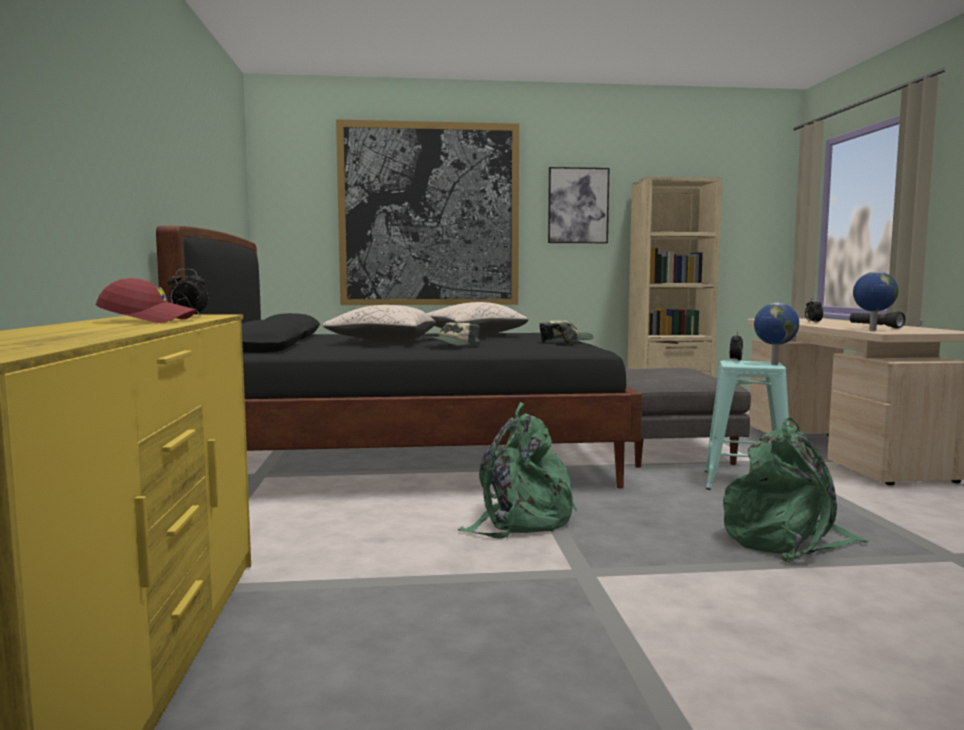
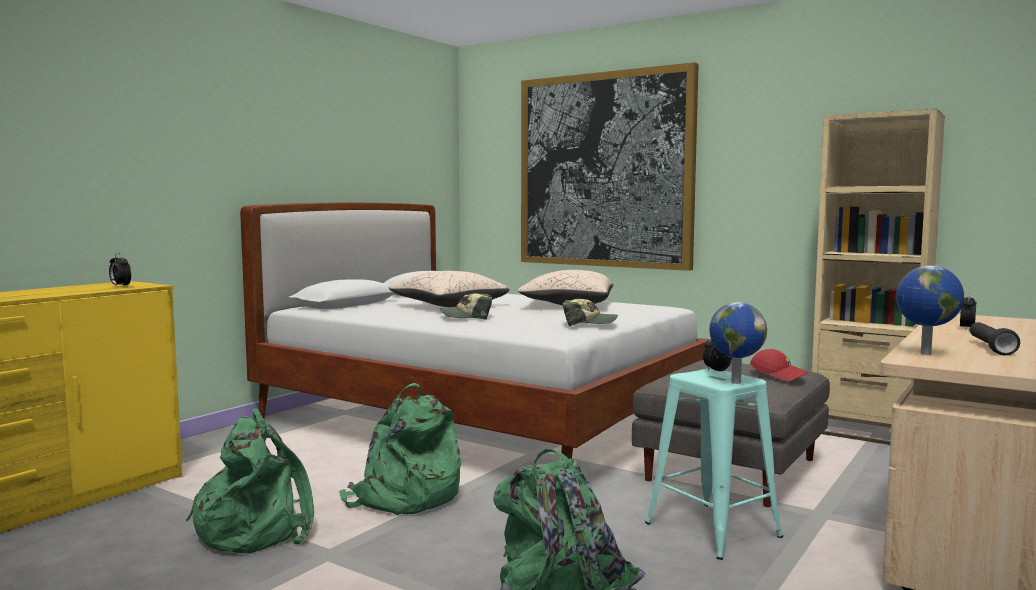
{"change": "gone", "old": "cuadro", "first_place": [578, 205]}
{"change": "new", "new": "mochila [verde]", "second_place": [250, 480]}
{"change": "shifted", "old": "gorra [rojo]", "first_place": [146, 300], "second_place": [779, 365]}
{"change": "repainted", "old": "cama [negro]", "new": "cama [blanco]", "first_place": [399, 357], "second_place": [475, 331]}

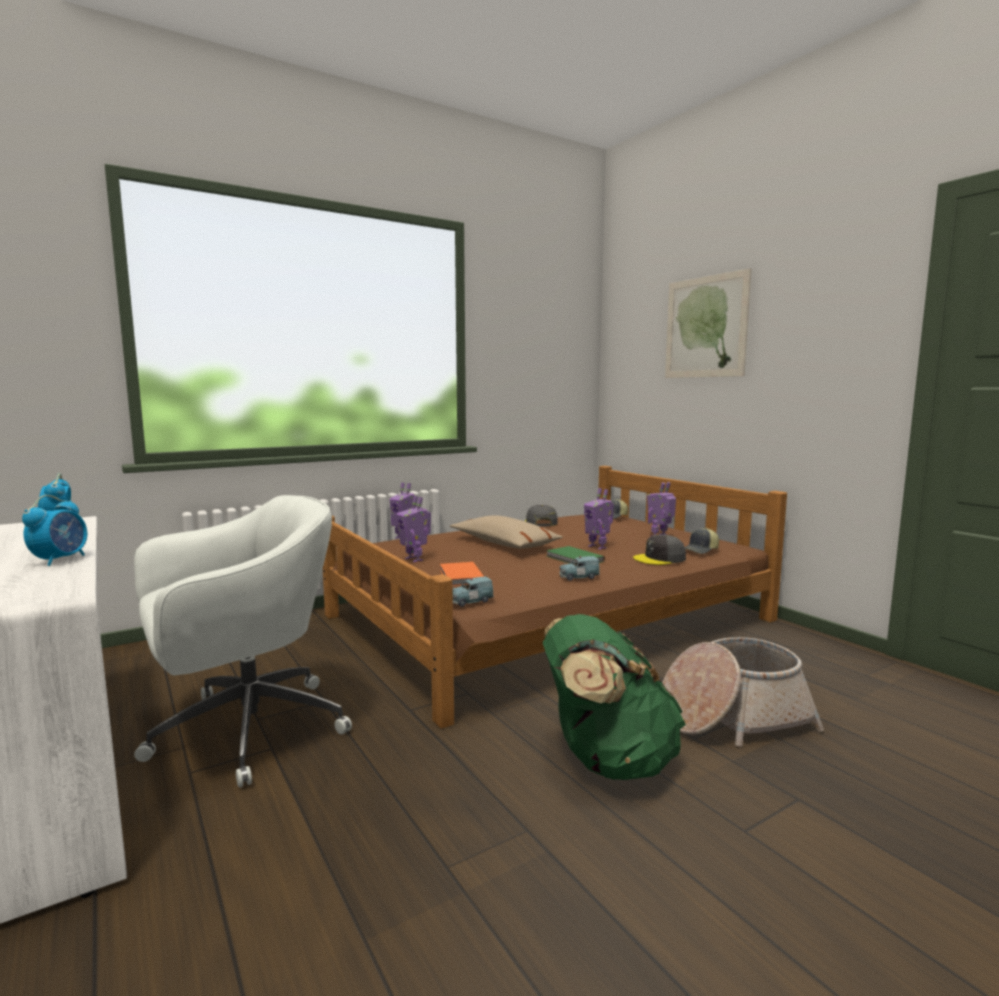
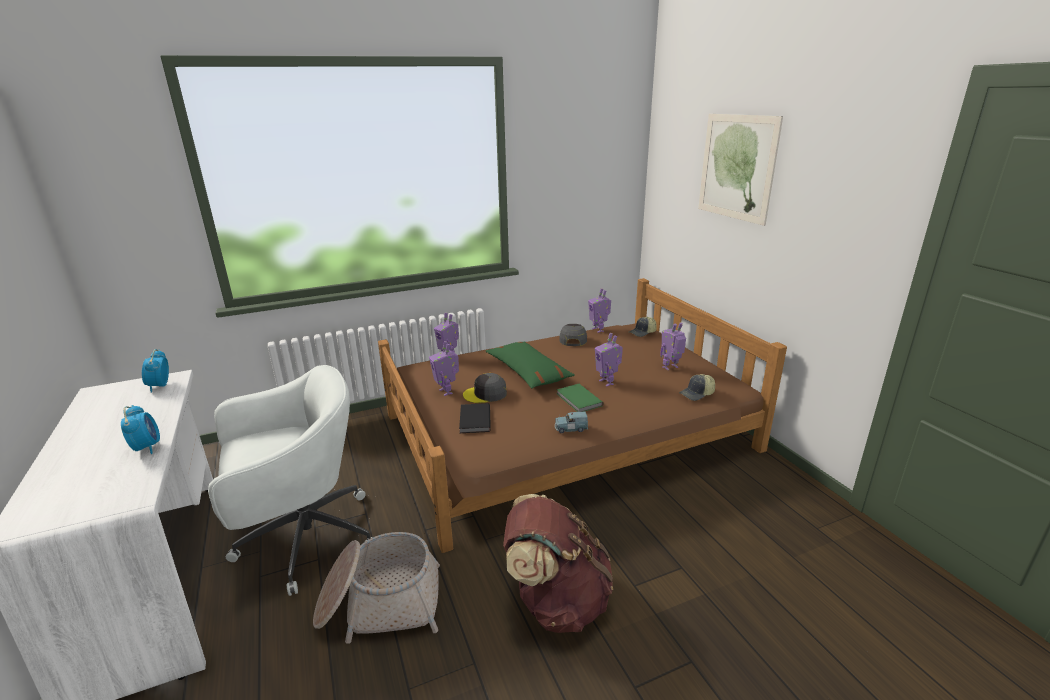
{"change": "gone", "old": "coche de juguete [azul]", "first_place": [473, 591]}
{"change": "new", "new": "robot de juguete", "second_place": [599, 310]}
{"change": "shifted", "old": "gorra [gris]", "first_place": [659, 550], "second_place": [485, 388]}
{"change": "shifted", "old": "cesta", "first_place": [743, 692], "second_place": [376, 588]}
{"change": "repainted", "old": "libro [naranja]", "new": "libro [negro]", "first_place": [462, 574], "second_place": [475, 418]}
{"change": "repainted", "old": "cojín [beis]", "new": "cojín [verde]", "first_place": [506, 531], "second_place": [530, 365]}
{"change": "repainted", "old": "mochila [verde]", "new": "mochila [marrón]", "first_place": [614, 697], "second_place": [558, 563]}
{"change": "rotated", "old": "despertador", "first_place": [54, 530], "second_place": [140, 429], "degrees": -45}

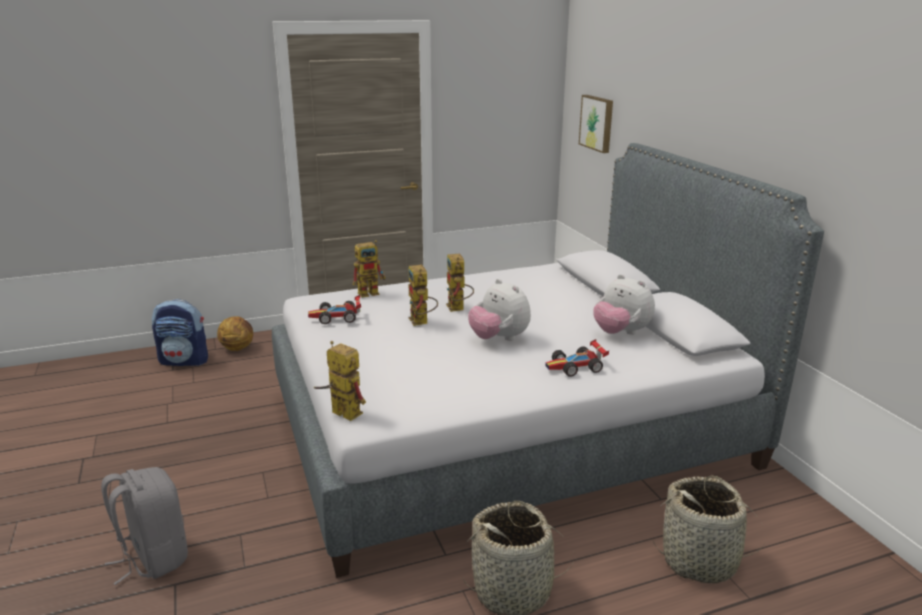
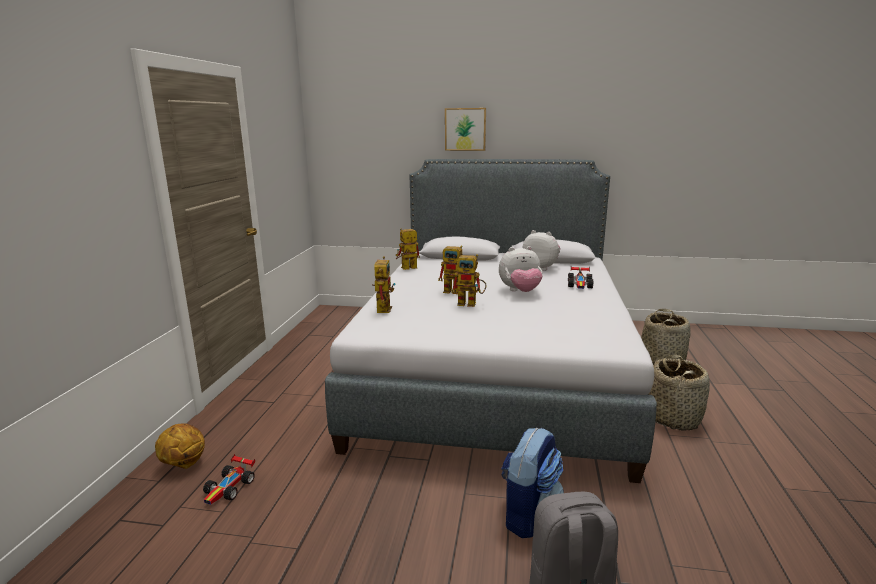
{"change": "shifted", "old": "mochila", "first_place": [180, 332], "second_place": [532, 482]}
{"change": "shifted", "old": "coche de juguete", "first_place": [334, 309], "second_place": [229, 479]}
{"change": "shifted", "old": "robot de juguete", "first_place": [340, 381], "second_place": [408, 249]}
{"change": "shifted", "old": "cuadro", "first_place": [596, 124], "second_place": [465, 129]}
{"change": "rotated", "old": "peluche", "first_place": [624, 304], "second_place": [542, 250], "degrees": -135}

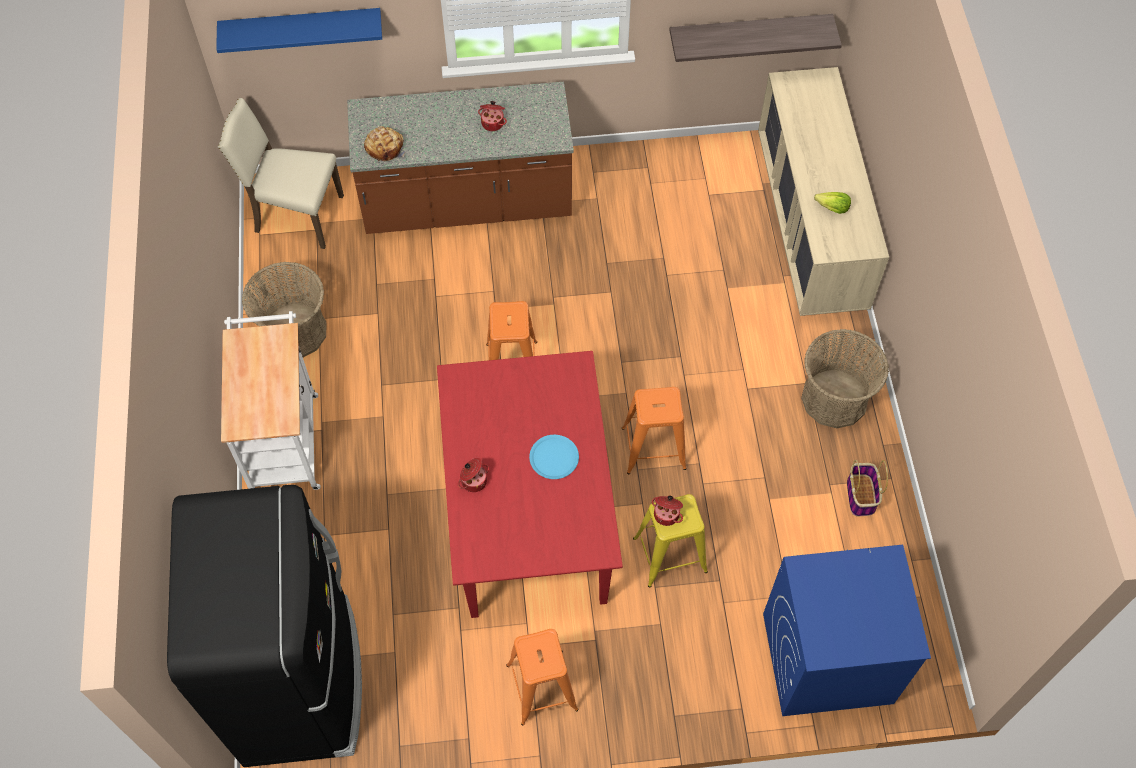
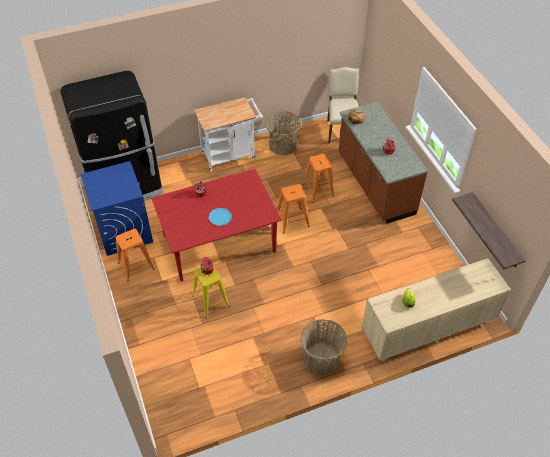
{"change": "gone", "old": "estante [azul]", "first_place": [299, 30]}
{"change": "gone", "old": "cesta", "first_place": [867, 488]}
{"change": "shifted", "old": "taburete [naranja]", "first_place": [654, 430], "second_place": [318, 178]}
{"change": "shifted", "old": "lavadora [azul]", "first_place": [847, 630], "second_place": [116, 208]}

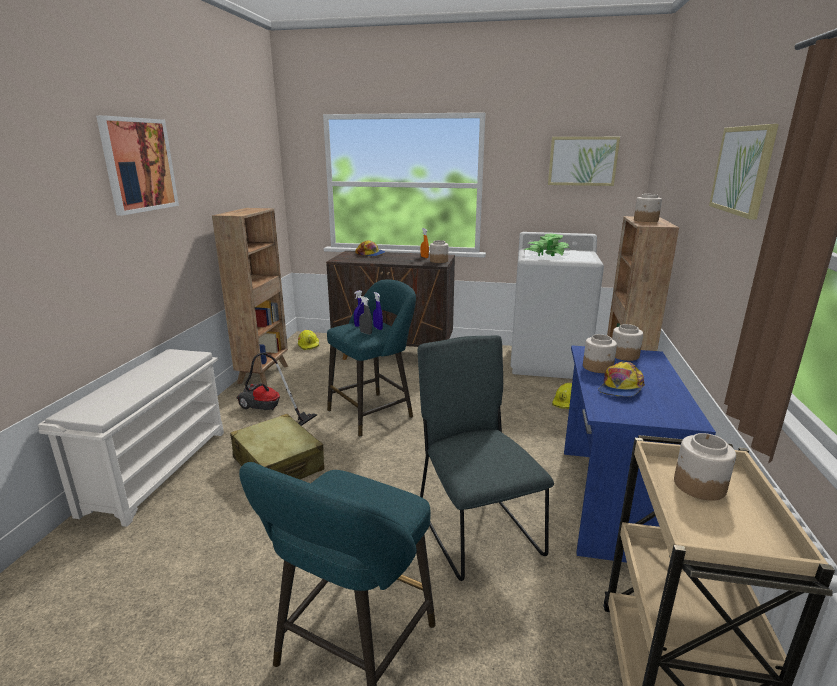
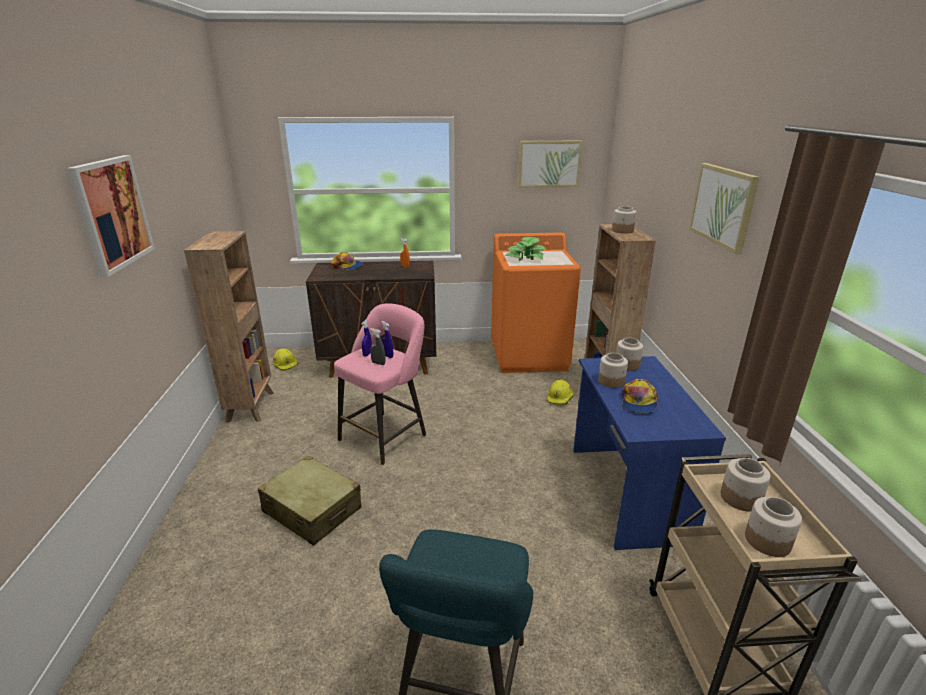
{"change": "gone", "old": "zapatero [blanco]", "first_place": [131, 438]}
{"change": "gone", "old": "aspiradora", "first_place": [277, 389]}
{"change": "gone", "old": "silla [gris]", "first_place": [485, 458]}
{"change": "shifted", "old": "tarro", "first_place": [439, 251], "second_place": [773, 527]}
{"change": "repainted", "old": "taburete [turquesa]", "new": "taburete [rosa]", "first_place": [371, 358], "second_place": [380, 384]}
{"change": "repainted", "old": "lavadora [blanco]", "new": "lavadora [naranja]", "first_place": [557, 305], "second_place": [536, 302]}

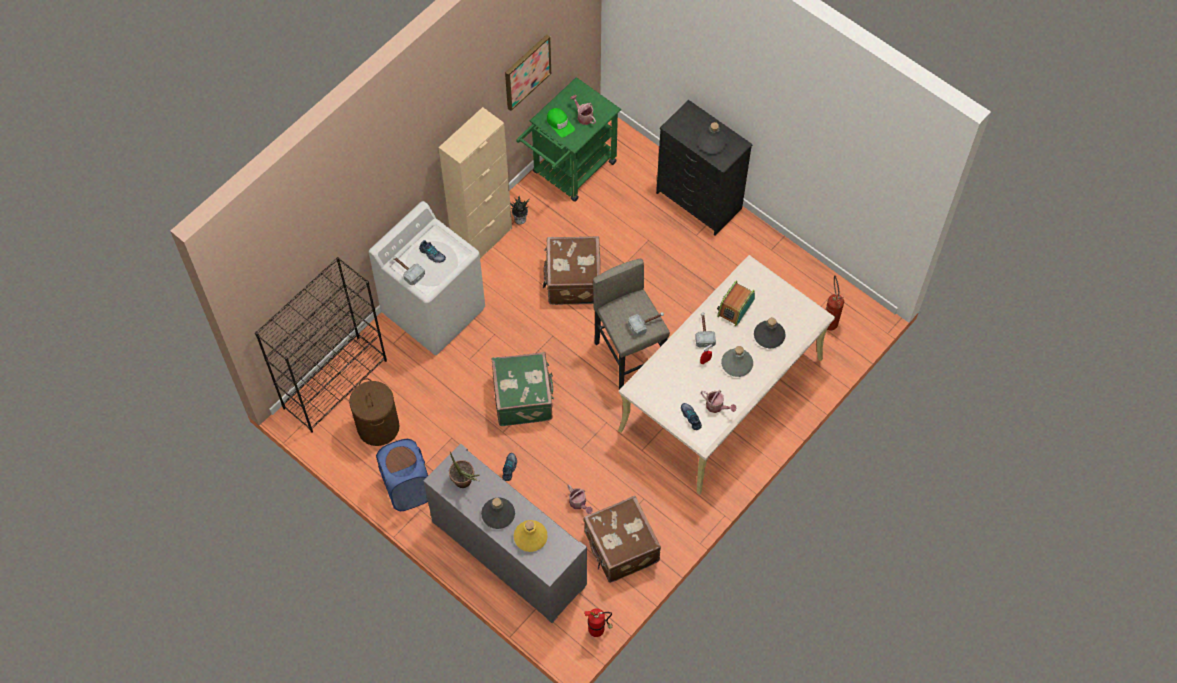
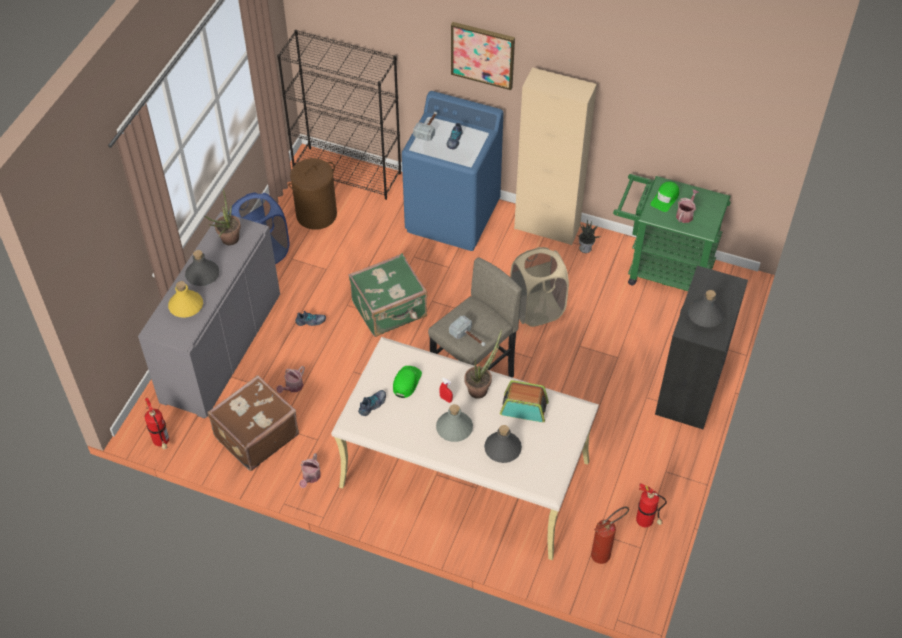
{"change": "new", "new": "gorra [verde]", "second_place": [407, 382]}
{"change": "new", "new": "extintor", "second_place": [651, 505]}
{"change": "shifted", "old": "cuadro", "first_place": [528, 72], "second_place": [483, 56]}
{"change": "shifted", "old": "regadera", "first_place": [718, 401], "second_place": [310, 470]}
{"change": "swapped", "old": "maleta [marrón]", "new": "cesto de la ropa [beis]", "first_place": [571, 270], "second_place": [539, 287]}
{"change": "swapped", "old": "martillo", "new": "planta en maceta", "first_place": [705, 329], "second_place": [483, 364]}
{"change": "repainted", "old": "lavadora [blanco]", "new": "lavadora [azul]", "first_place": [427, 278], "second_place": [452, 171]}

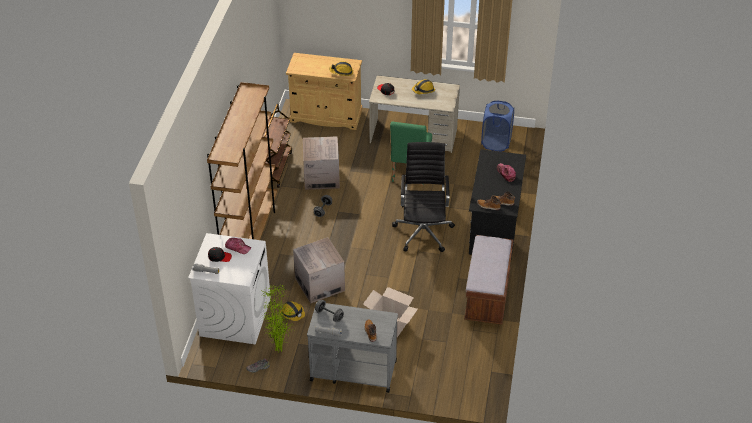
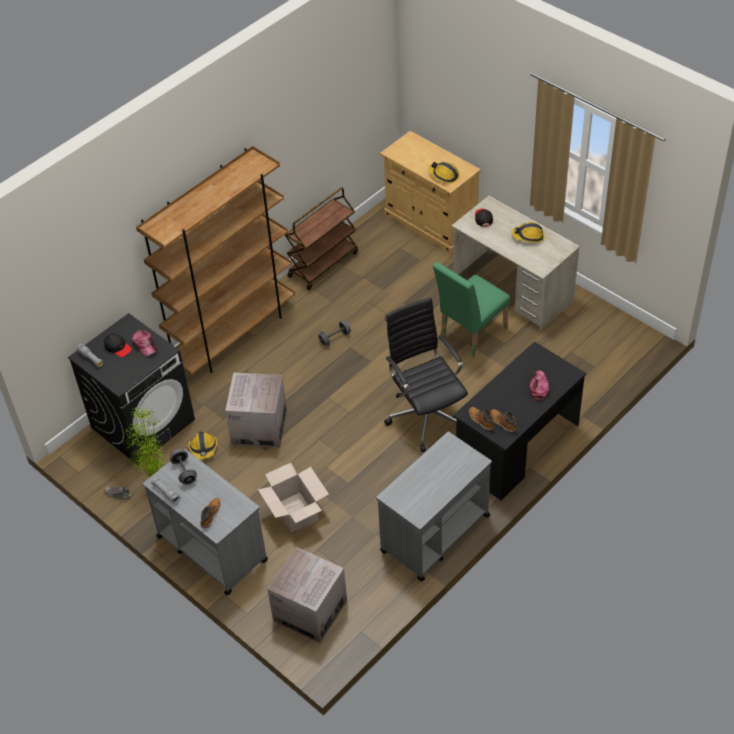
{"change": "gone", "old": "cesto de la ropa [azul]", "first_place": [497, 125]}
{"change": "shifted", "old": "caja de cartón", "first_place": [321, 163], "second_place": [307, 595]}
{"change": "swapped", "old": "banco [marrón]", "new": "carrito [gris]", "first_place": [489, 280], "second_place": [434, 506]}
{"change": "repainted", "old": "lavadora [blanco]", "new": "lavadora [negro]", "first_place": [229, 288], "second_place": [131, 389]}
{"change": "rotated", "old": "silla de oficina [negro]", "first_place": [423, 197], "second_place": [426, 374], "degrees": -60}

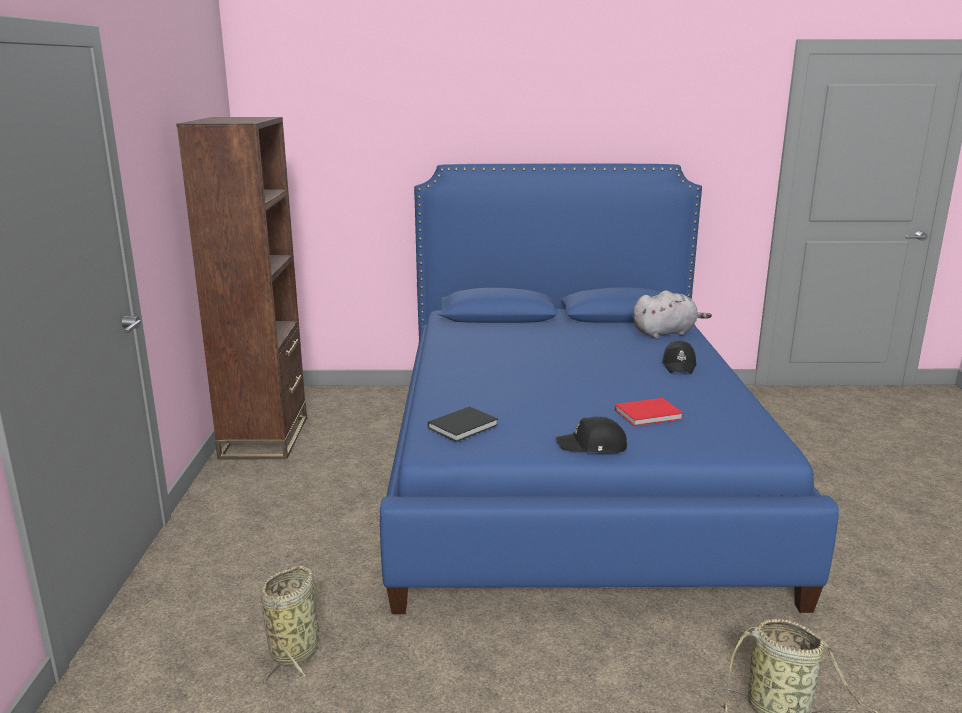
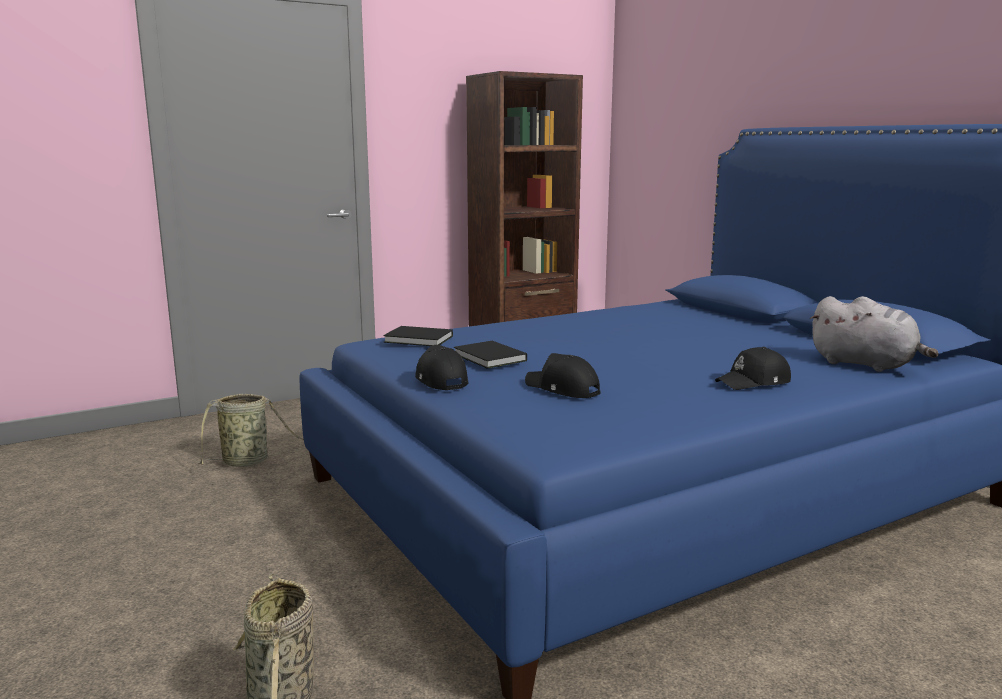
{"change": "new", "new": "libro [negro]", "second_place": [490, 355]}
{"change": "swapped", "old": "libro [rojo]", "new": "gorra [negro]", "first_place": [649, 412], "second_place": [562, 375]}

